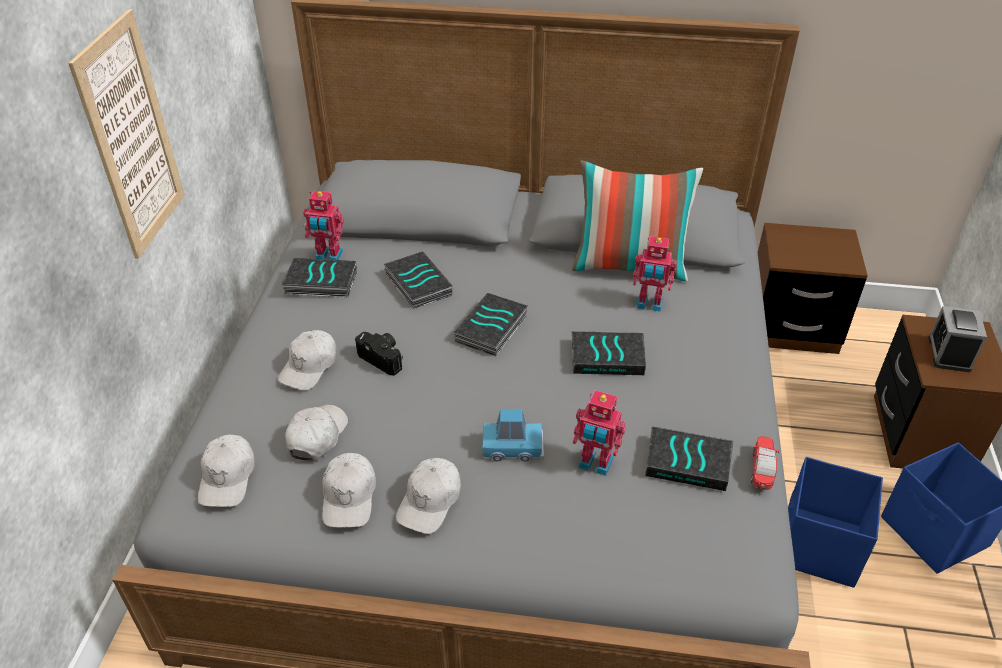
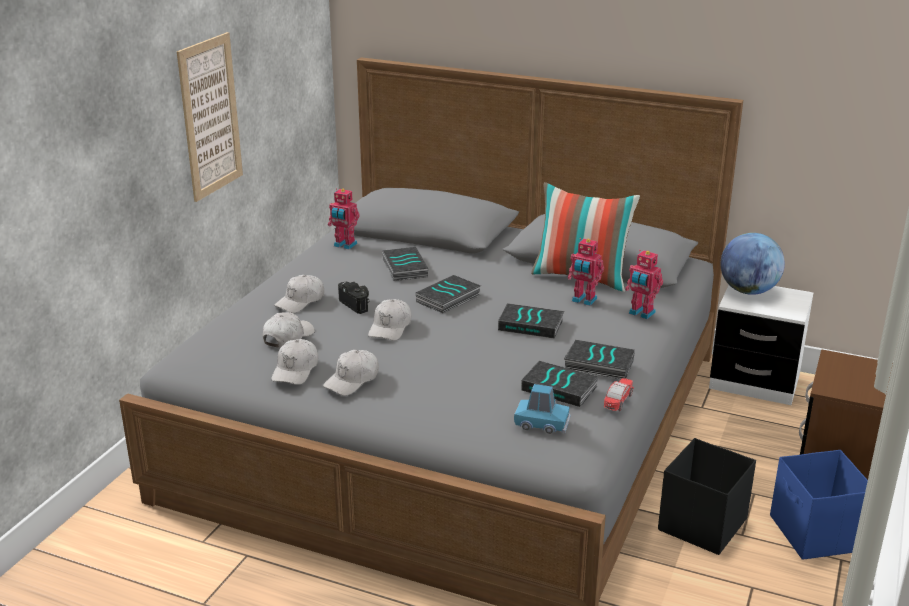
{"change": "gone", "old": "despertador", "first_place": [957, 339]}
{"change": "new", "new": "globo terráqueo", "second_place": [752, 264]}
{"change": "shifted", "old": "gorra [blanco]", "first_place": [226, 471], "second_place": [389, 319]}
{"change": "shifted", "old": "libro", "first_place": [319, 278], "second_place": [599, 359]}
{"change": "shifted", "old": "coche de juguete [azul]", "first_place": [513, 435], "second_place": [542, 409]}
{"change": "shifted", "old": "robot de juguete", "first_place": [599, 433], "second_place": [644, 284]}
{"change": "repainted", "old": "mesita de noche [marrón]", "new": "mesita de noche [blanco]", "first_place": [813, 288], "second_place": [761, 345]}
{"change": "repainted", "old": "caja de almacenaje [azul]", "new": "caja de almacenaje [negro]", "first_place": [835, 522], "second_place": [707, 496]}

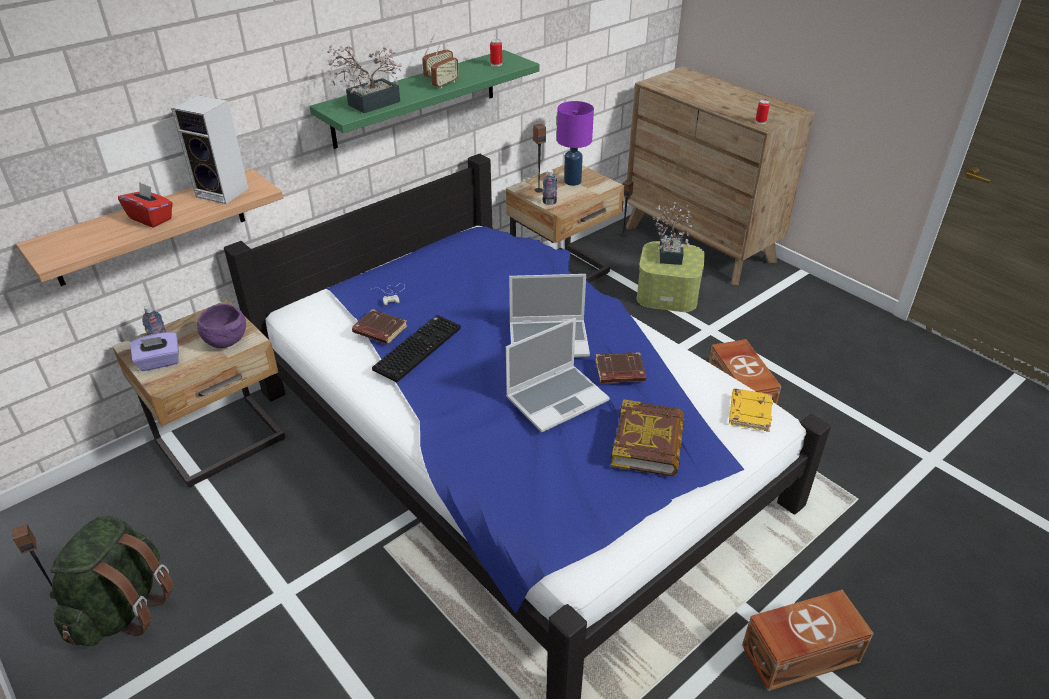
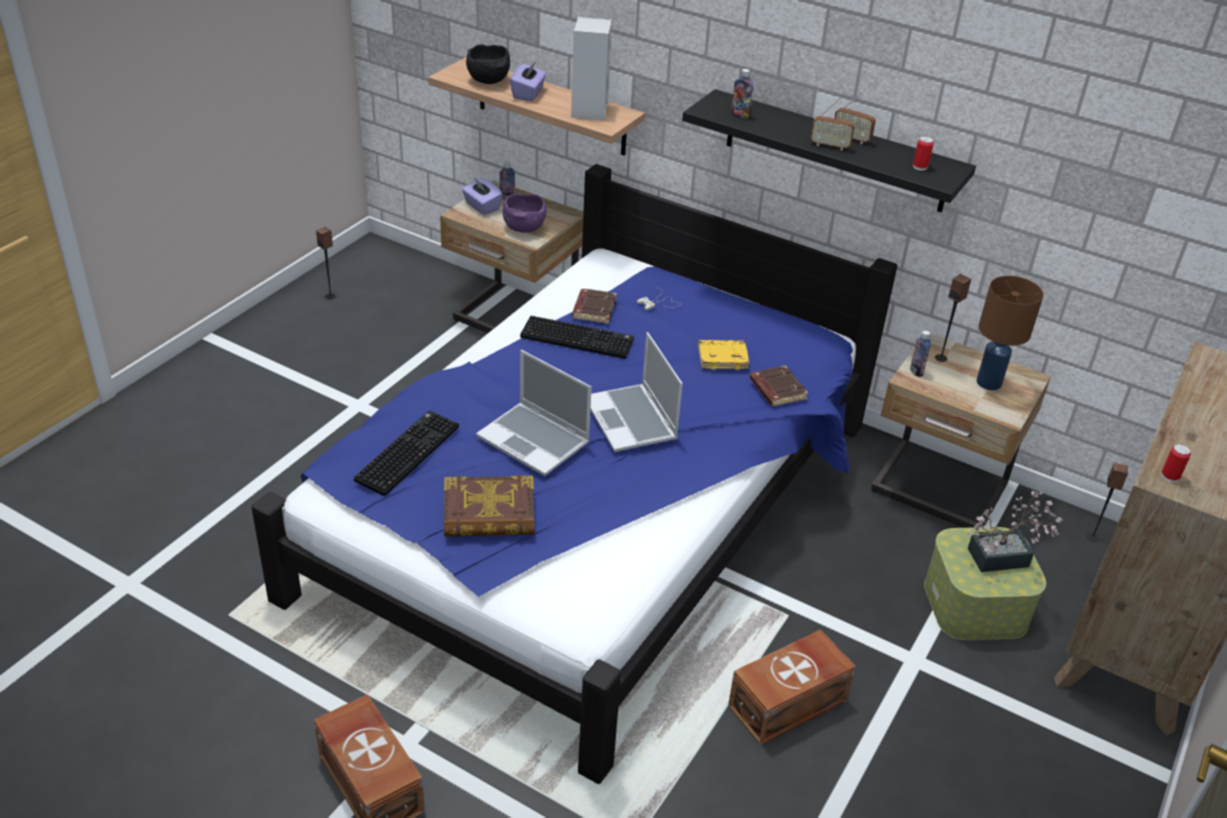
{"change": "gone", "old": "mochila [verde]", "first_place": [111, 581]}
{"change": "new", "new": "teclado", "second_place": [406, 453]}
{"change": "new", "new": "cuenco [negro]", "second_place": [488, 64]}
{"change": "shifted", "old": "libro [marrón]", "first_place": [620, 367], "second_place": [779, 386]}
{"change": "shifted", "old": "libro [amarillo]", "first_place": [751, 410], "second_place": [724, 355]}
{"change": "swapped", "old": "planta en maceta", "new": "botella", "first_place": [365, 79], "second_place": [742, 94]}
{"change": "repainted", "old": "caja de pañuelos [rojo]", "new": "caja de pañuelos [morado]", "first_place": [145, 204], "second_place": [528, 81]}
{"change": "repainted", "old": "estante [verde]", "new": "estante [negro]", "first_place": [424, 99], "second_place": [829, 150]}
{"change": "repainted", "old": "lámpara de mesa [morado]", "new": "lámpara de mesa [marrón]", "first_place": [575, 143], "second_place": [1010, 333]}

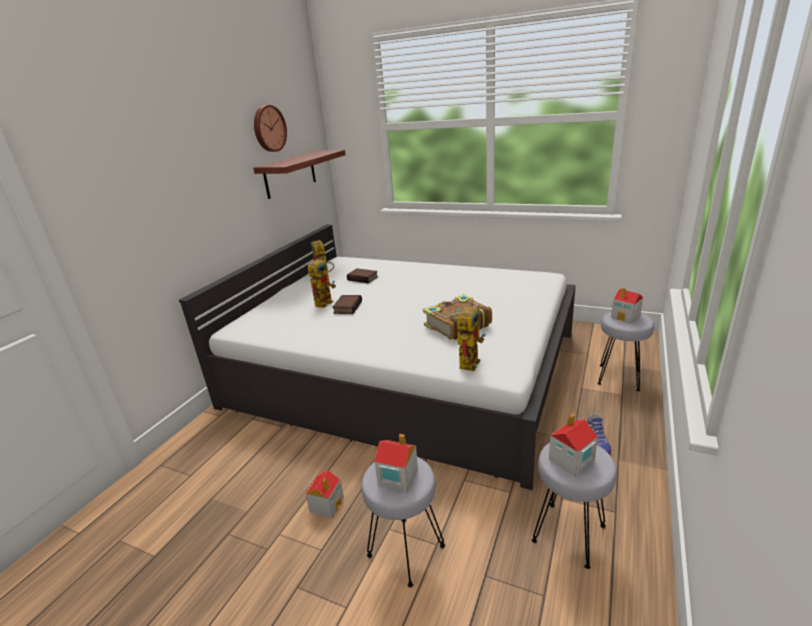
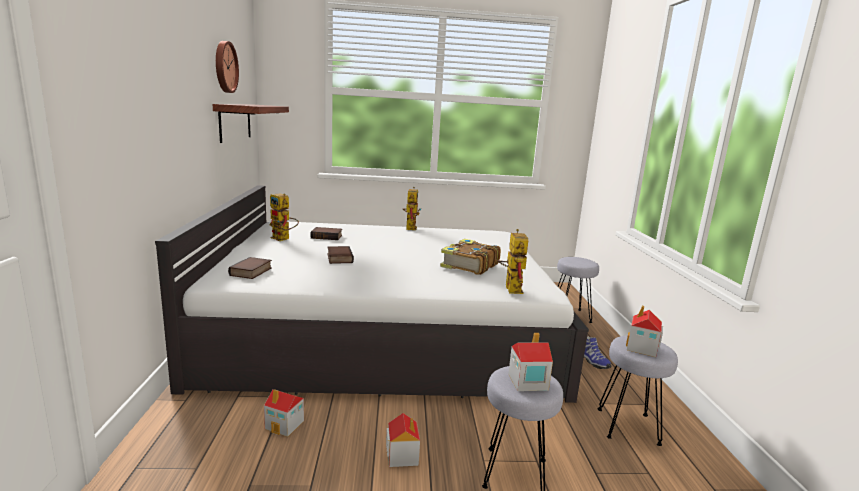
{"change": "new", "new": "libro", "second_place": [250, 268]}
{"change": "shifted", "old": "robot de juguete", "first_place": [322, 282], "second_place": [412, 208]}
{"change": "shifted", "old": "casita", "first_place": [627, 305], "second_place": [284, 413]}

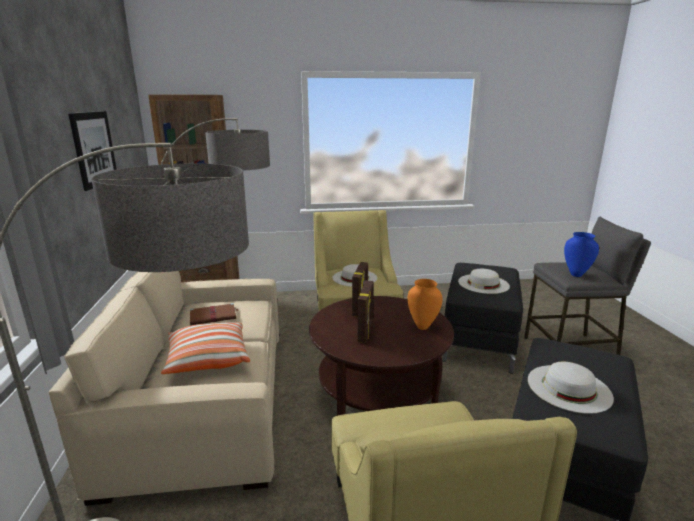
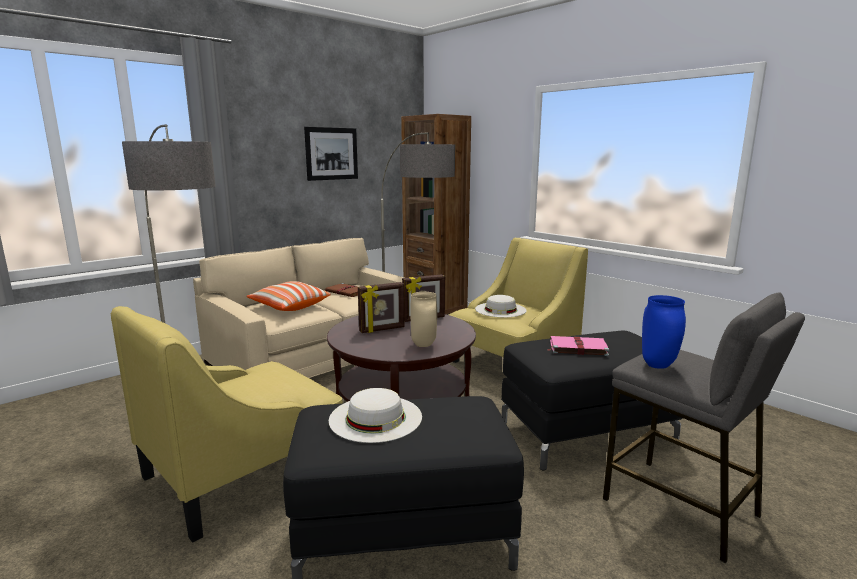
{"change": "swapped", "old": "sombrero [blanco]", "new": "libro [rosa]", "first_place": [484, 281], "second_place": [578, 346]}
{"change": "repainted", "old": "florero [naranja]", "new": "florero [beis]", "first_place": [424, 304], "second_place": [423, 319]}

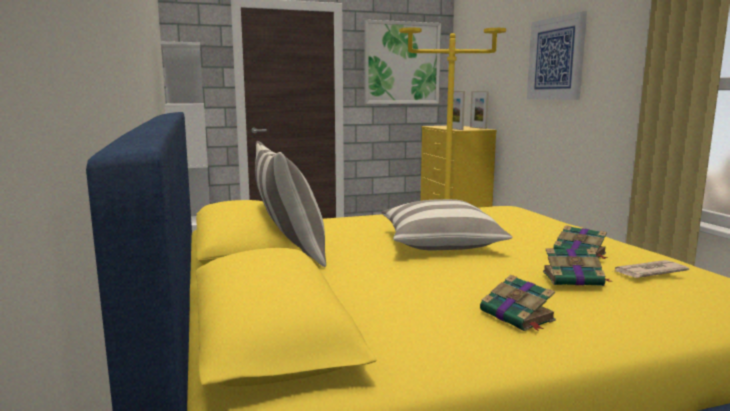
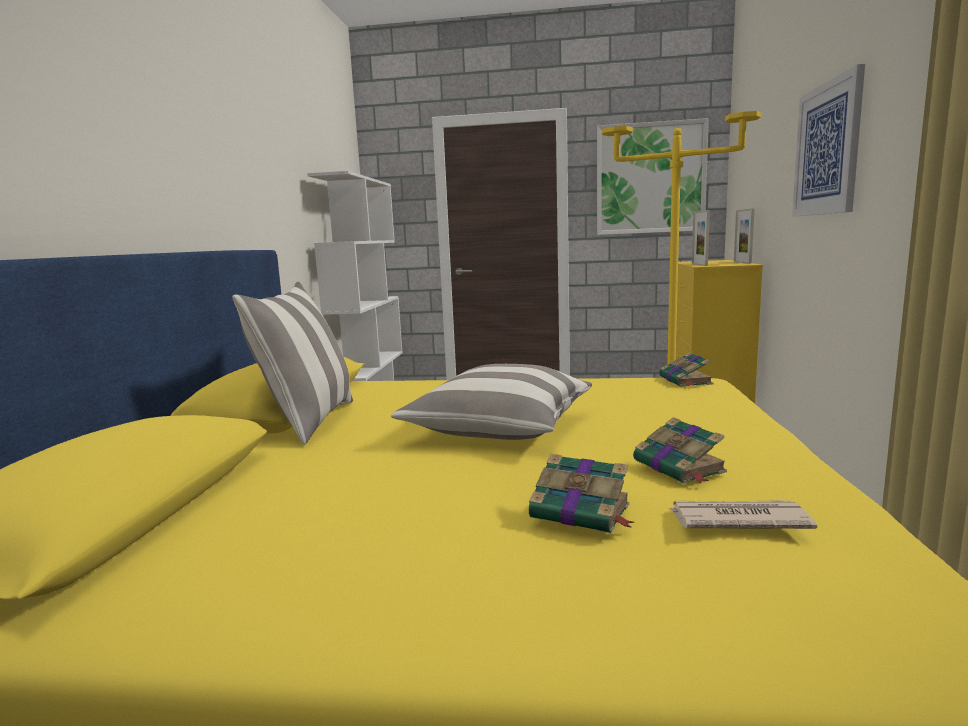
{"change": "shifted", "old": "libro", "first_place": [518, 303], "second_place": [686, 369]}

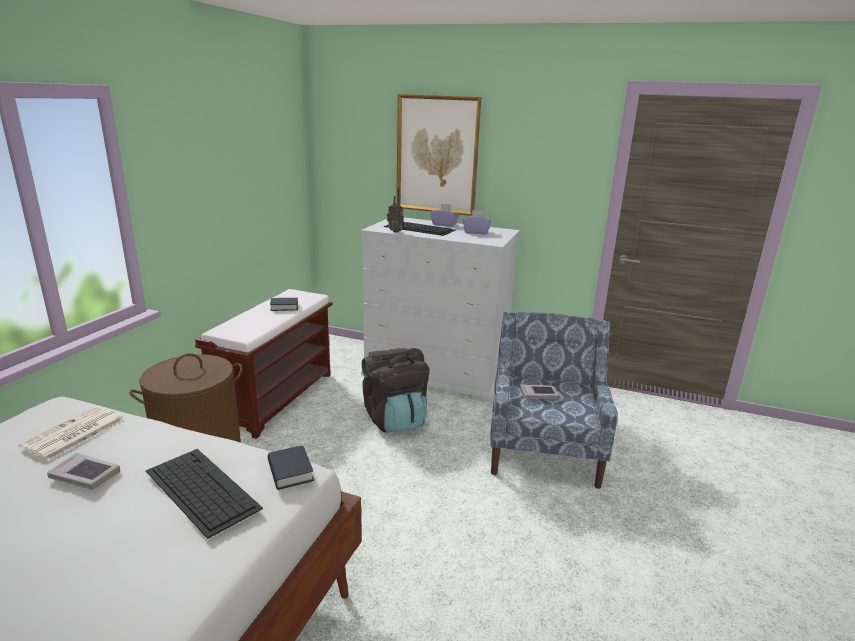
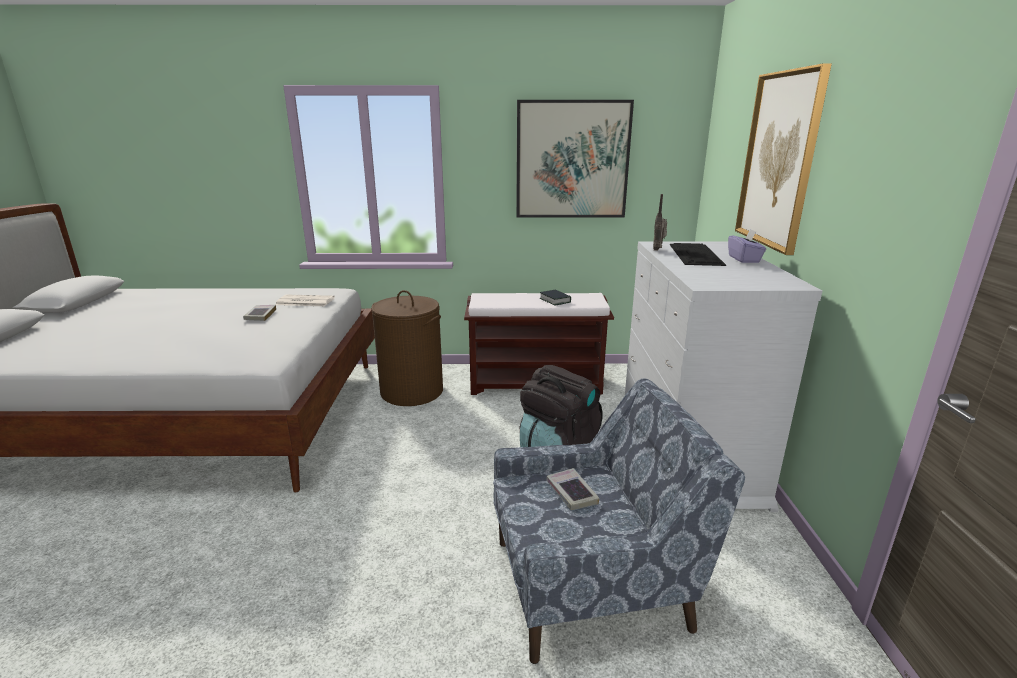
{"change": "gone", "old": "teclado", "first_place": [204, 494]}
{"change": "gone", "old": "libro", "first_place": [290, 467]}
{"change": "gone", "old": "caja de pañuelos [morado]", "first_place": [477, 222]}
{"change": "new", "new": "cuadro", "second_place": [575, 159]}

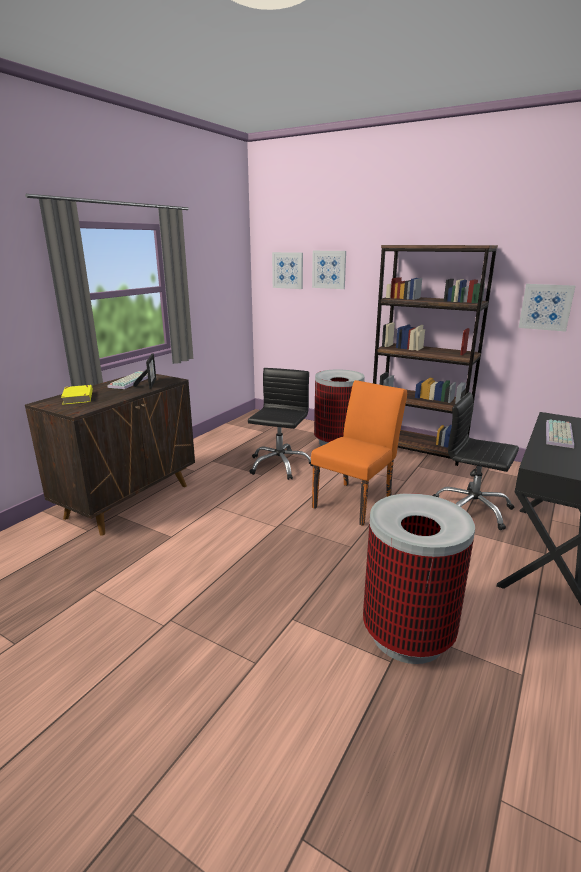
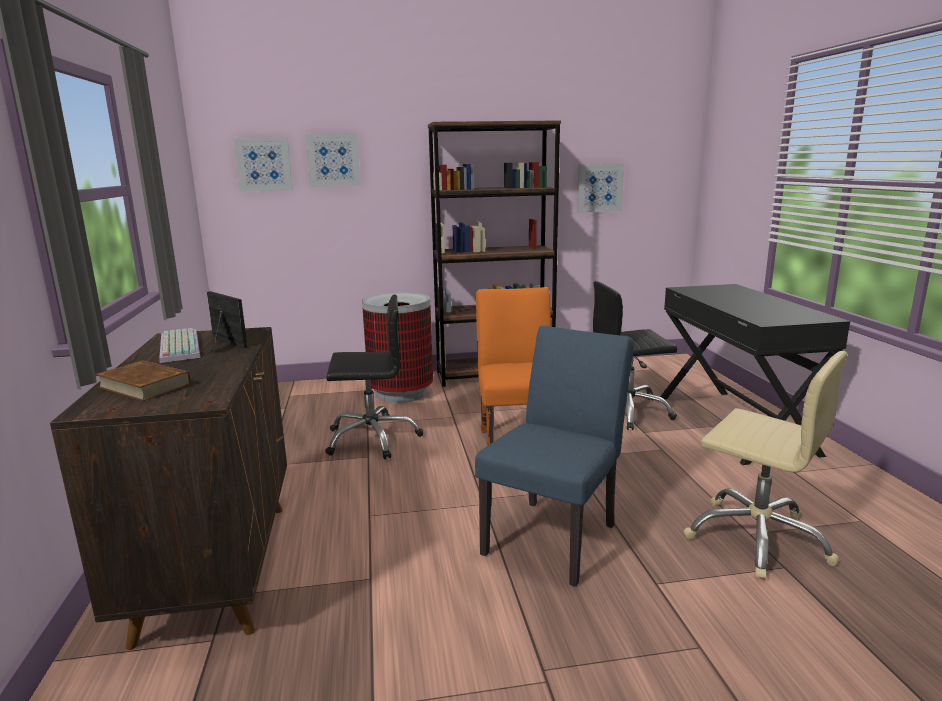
{"change": "gone", "old": "teclado", "first_place": [560, 433]}
{"change": "new", "new": "silla [azul]", "second_place": [554, 456]}
{"change": "swapped", "old": "papelera", "new": "silla de oficina [beis]", "first_place": [419, 578], "second_place": [765, 465]}
{"change": "repainted", "old": "libro [amarillo]", "new": "libro [marrón]", "first_place": [77, 395], "second_place": [143, 380]}
{"change": "rotated", "old": "silla de oficina [negro]", "first_place": [280, 424], "second_place": [374, 376], "degrees": 105}

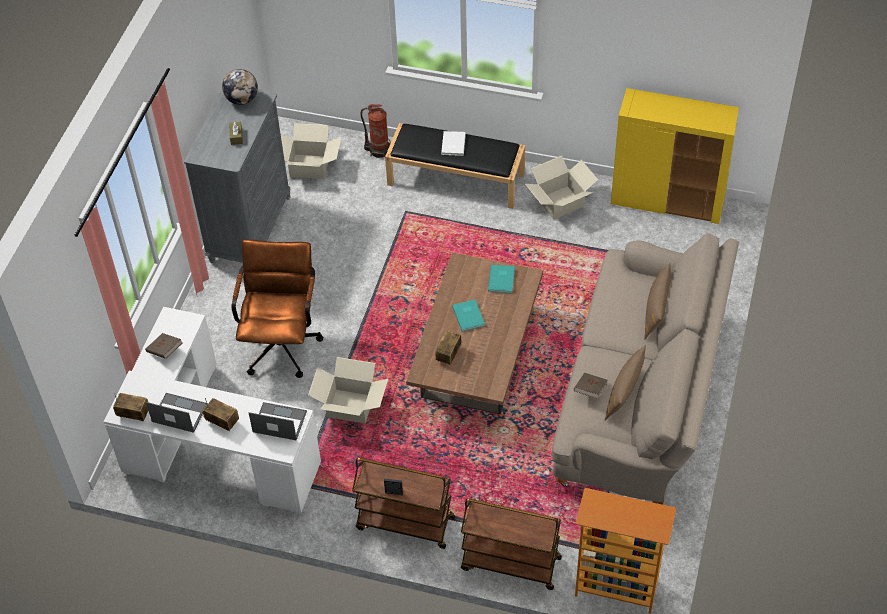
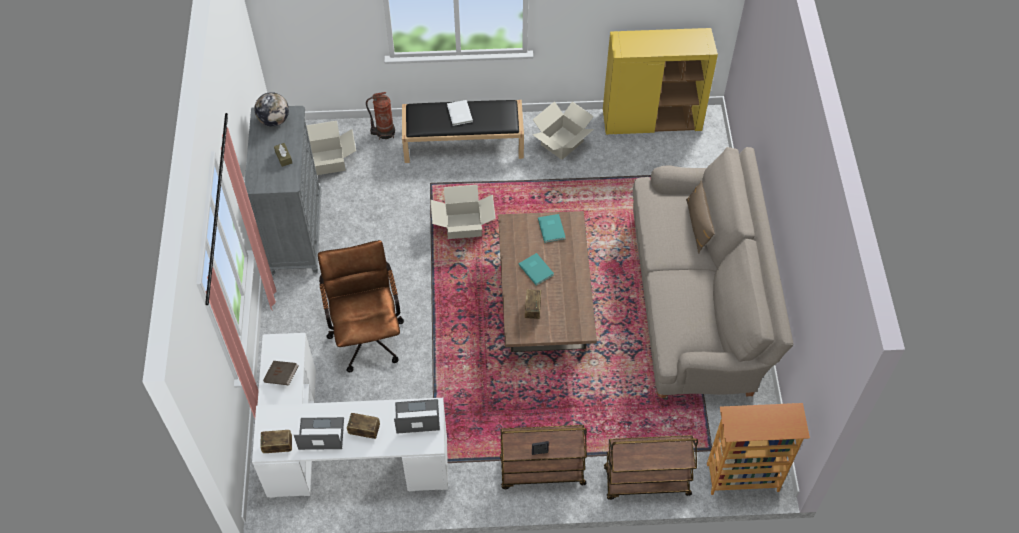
{"change": "gone", "old": "libro [marrón]", "first_place": [591, 386]}
{"change": "gone", "old": "cojín [marrón]", "first_place": [625, 383]}
{"change": "shifted", "old": "caja de cartón", "first_place": [348, 390], "second_place": [463, 212]}

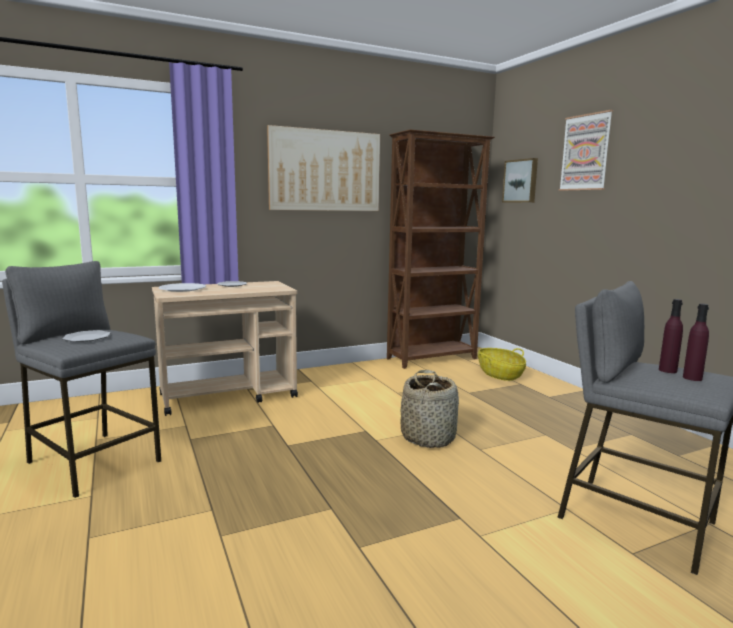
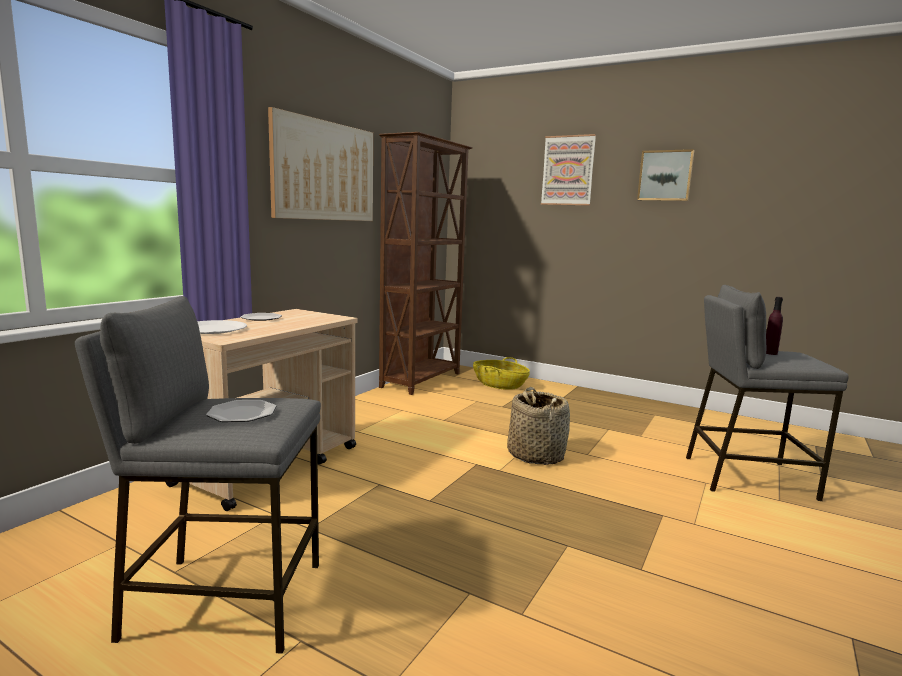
{"change": "gone", "old": "botella [morado]", "first_place": [696, 342]}
{"change": "shifted", "old": "cuadro", "first_place": [520, 180], "second_place": [665, 175]}

